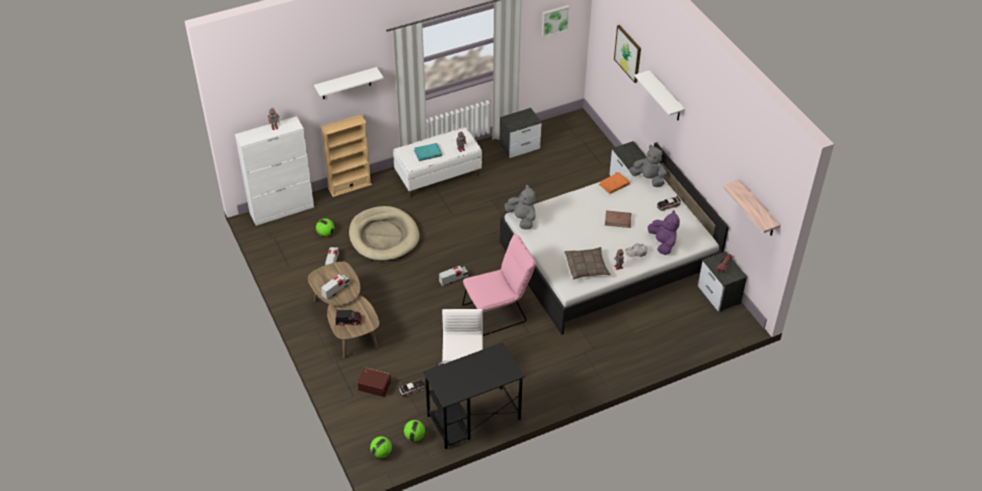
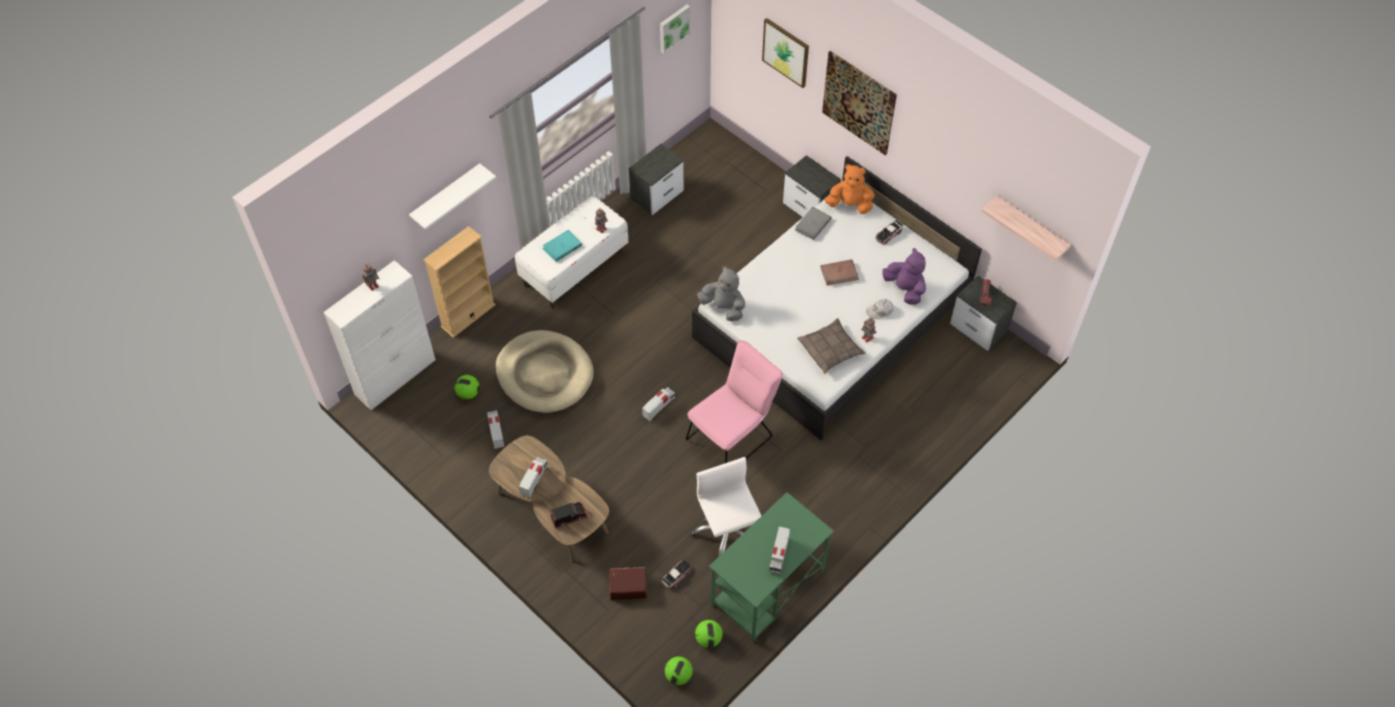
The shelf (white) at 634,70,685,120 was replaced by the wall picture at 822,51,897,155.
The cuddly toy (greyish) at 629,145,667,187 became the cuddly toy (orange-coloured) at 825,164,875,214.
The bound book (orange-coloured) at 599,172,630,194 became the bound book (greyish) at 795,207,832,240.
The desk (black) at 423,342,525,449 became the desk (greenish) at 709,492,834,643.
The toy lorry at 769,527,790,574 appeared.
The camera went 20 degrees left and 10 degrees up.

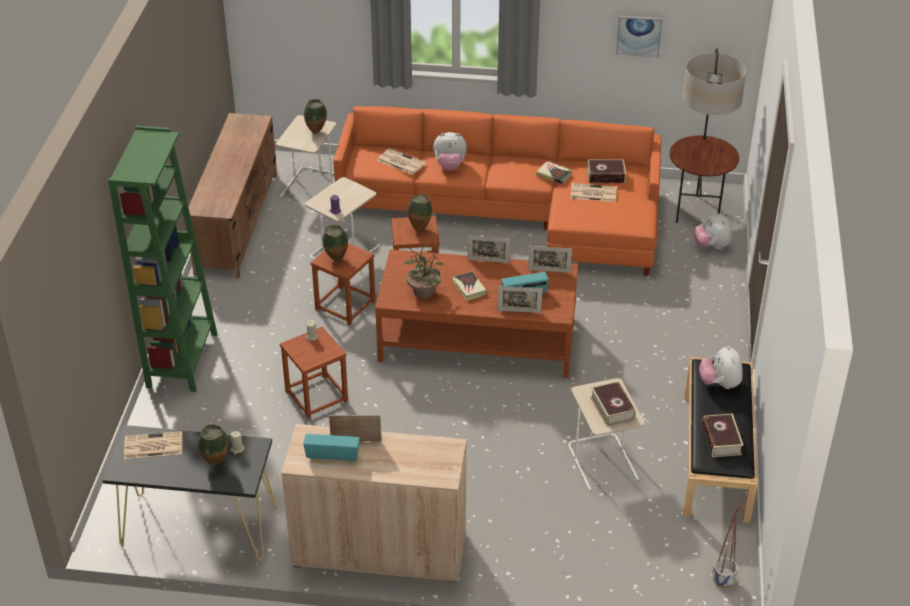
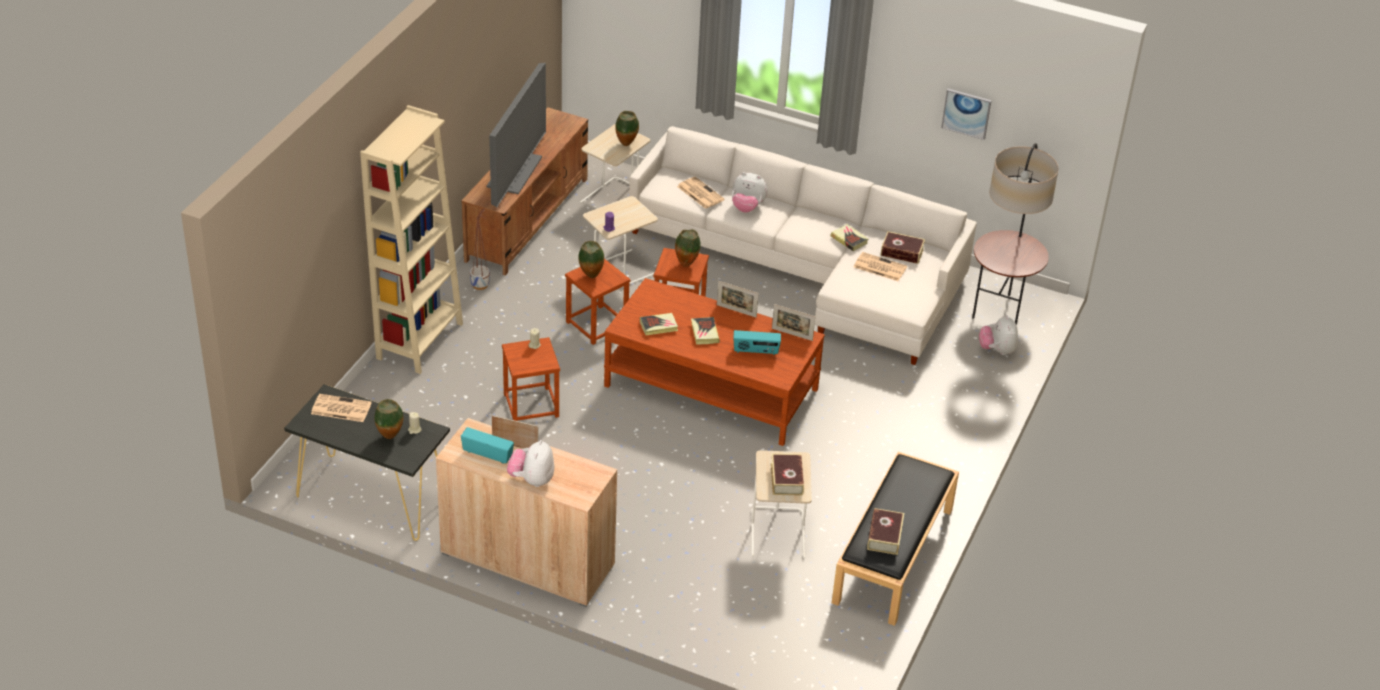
The couch (orange-coloured) at 333,106,661,276 became the couch (white) at 629,126,977,365.
The bookshelf (greenish) at 108,126,217,392 became the bookshelf (beige-coloured) at 360,105,463,374.
The houseplant at 403,242,443,299 was replaced by the bound book at 640,313,678,335.
The standing frame at 498,286,542,313 disappeared.
The cuddly toy moved from 699,346,742,389 to 507,440,554,487.
The planter moved from 712,500,747,588 to 470,208,490,290.
The TV set at 486,63,546,207 appeared.
The camera went 15 degrees right and 0 degrees up.

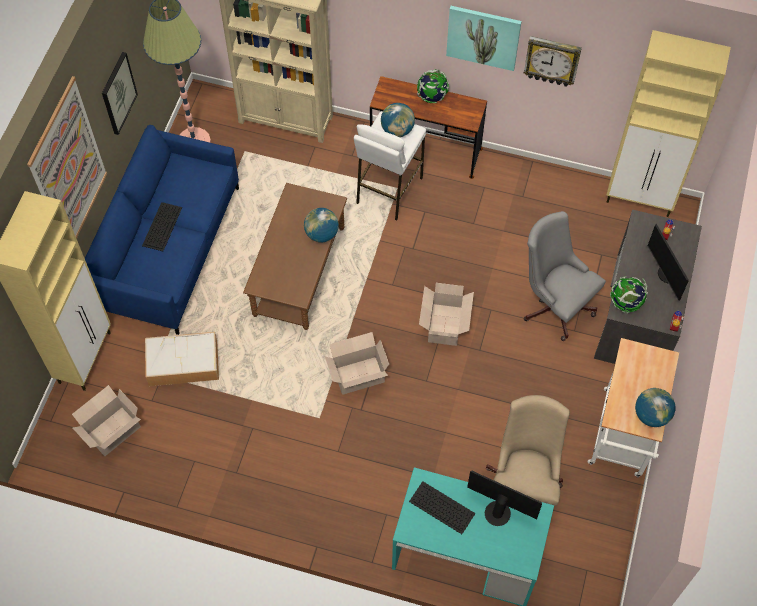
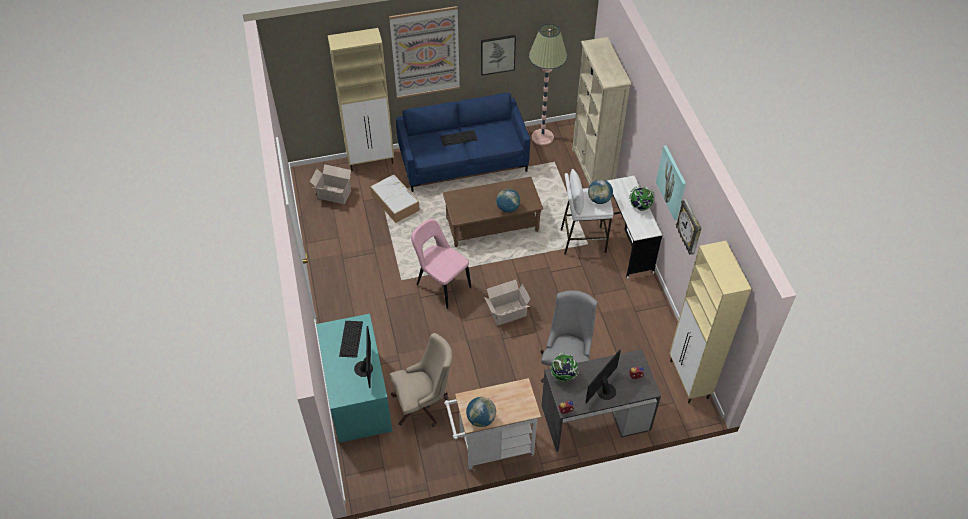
The desk (brownish) at 370,76,487,179 became the desk (white) at 607,176,662,279.
The carton at 325,332,389,395 was replaced by the chair (pinkish) at 411,219,471,309.
The camera went 60 degrees right and 10 degrees down.

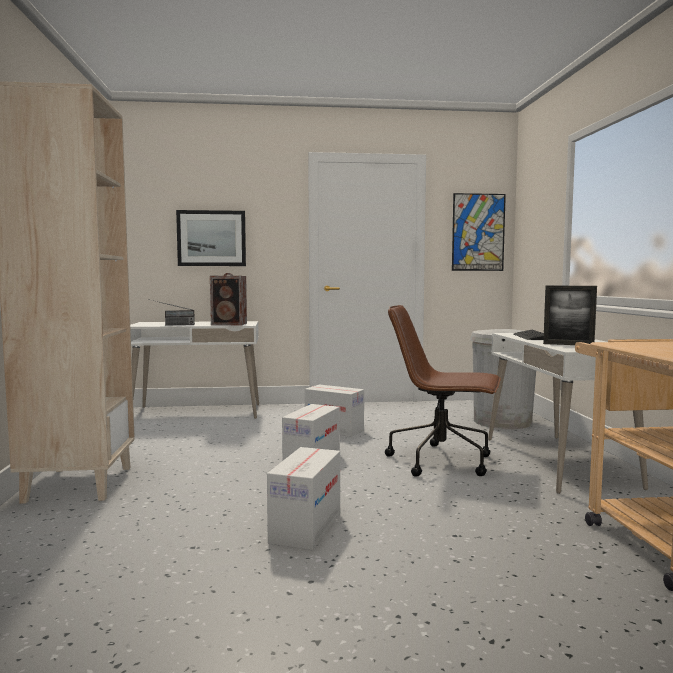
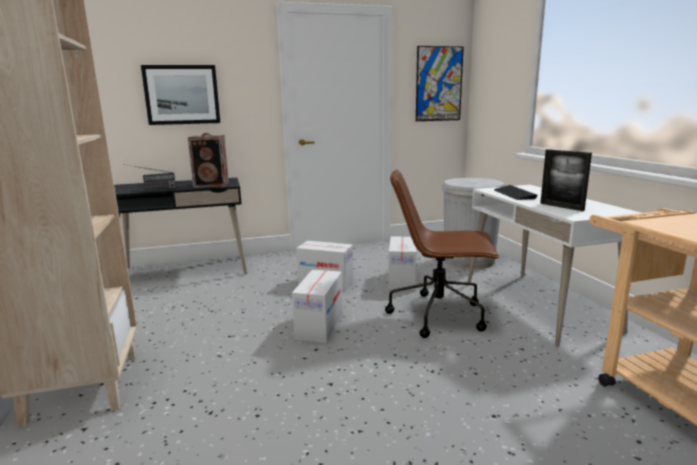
The standing frame at 543,286,597,345 turned 45 degrees clockwise.
The desk (white) at 130,321,259,419 became the desk (black) at 114,178,247,275.
The carton moved from 267,447,340,550 to 388,236,416,291.
The camera went 10 degrees left and 10 degrees up.

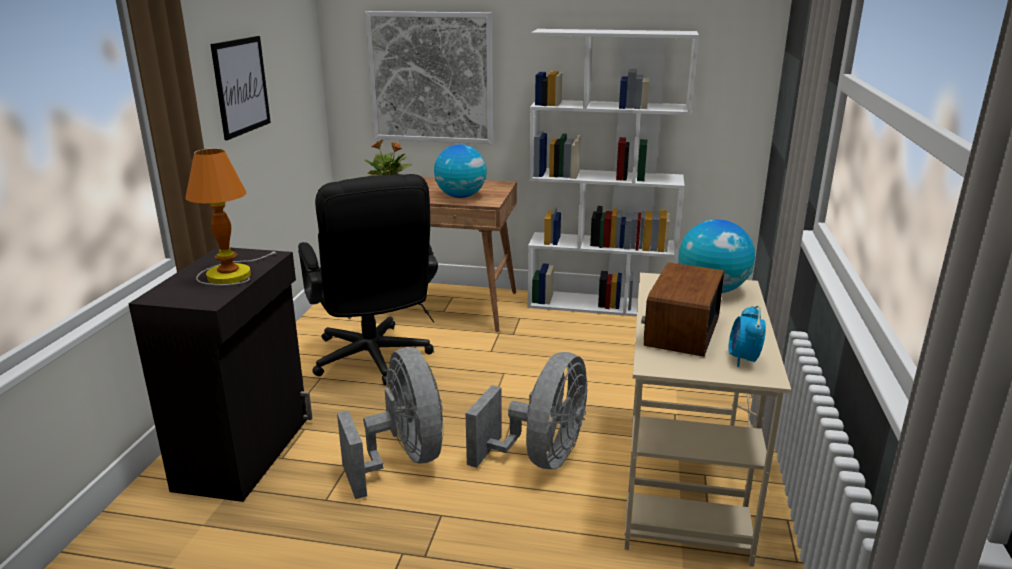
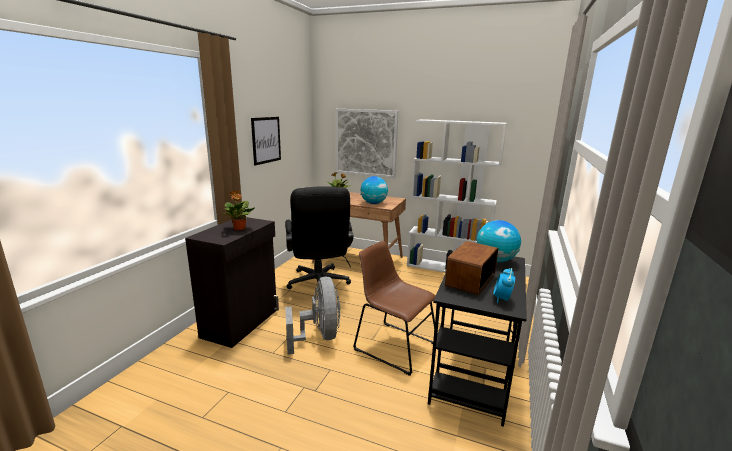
The table lamp at 186,148,277,286 was replaced by the houseplant at 222,191,255,230.
The desk (beige-coloured) at 625,273,791,567 became the desk (black) at 428,257,527,427.
The fan (greyish) at 466,352,587,469 was replaced by the chair (brownish) at 353,241,435,376.
The camera went 10 degrees right and 5 degrees down.

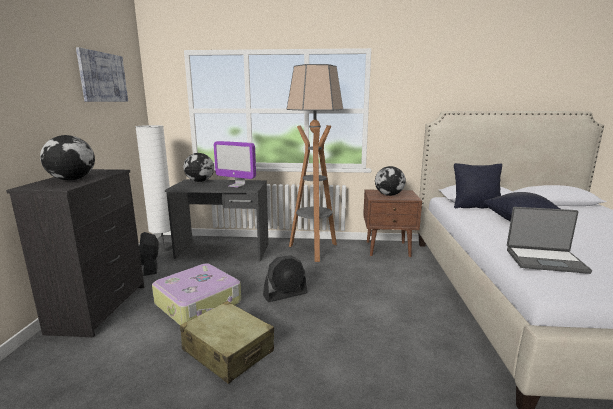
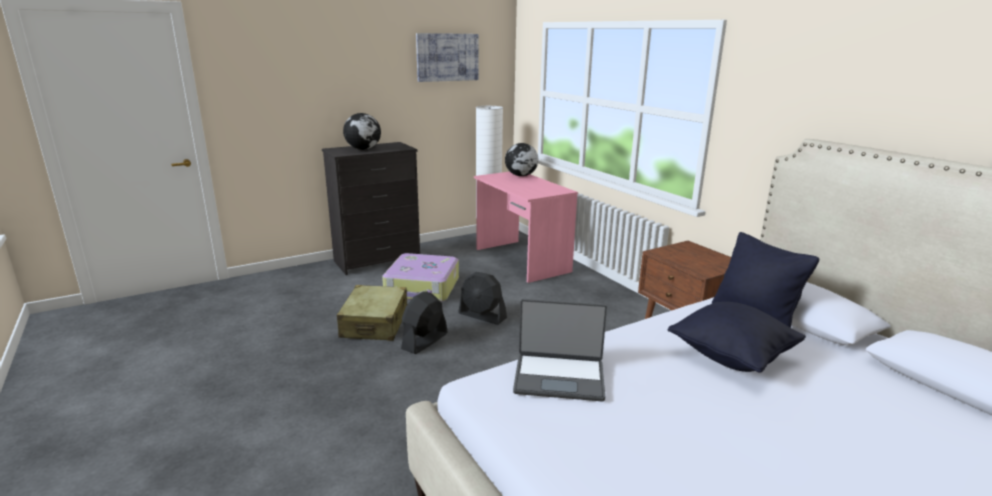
The standard lamp at 286,64,343,262 disappeared.
The monitor at 214,141,256,188 disappeared.
The globe at 375,166,406,196 disappeared.
The desk (greyish) at 165,179,269,262 became the desk (pinkish) at 474,172,578,283.
The notebook computer at 507,207,592,274 turned 60 degrees counterclockwise.
The fan (black) moved from 139,232,159,276 to 401,291,448,354.
The camera went 55 degrees right and 5 degrees up.

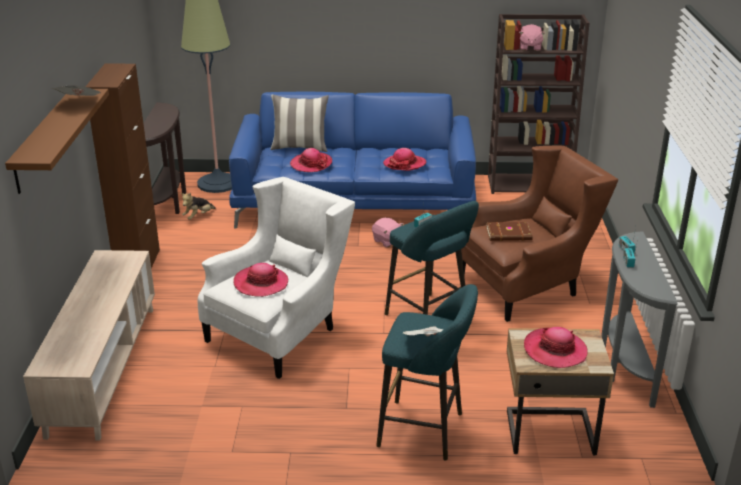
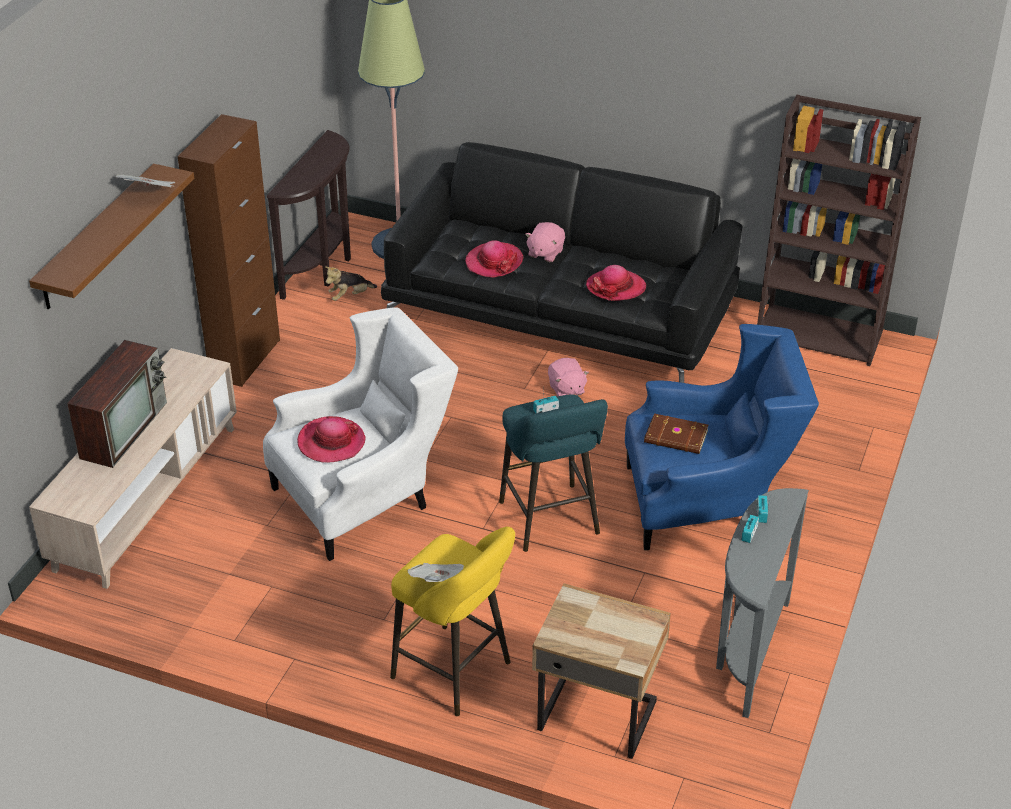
The cuddly toy (pinkish) moved from 519,24,545,51 to 525,222,565,262.
The couch (bluish) at 229,92,476,229 became the couch (black) at 381,142,743,383.
The pillow at 270,94,329,152 disappeared.
The armchair (brownish) at 461,146,618,322 became the armchair (bluish) at 625,324,819,550.
The sitting stool (turquoise-coloured) at 376,284,478,461 became the sitting stool (yellow-coloured) at 390,527,515,716.
The clothing hat at 524,327,588,368 disappeared.
The TV set at 67,340,167,468 appeared.
The camera went 20 degrees right and 10 degrees up.

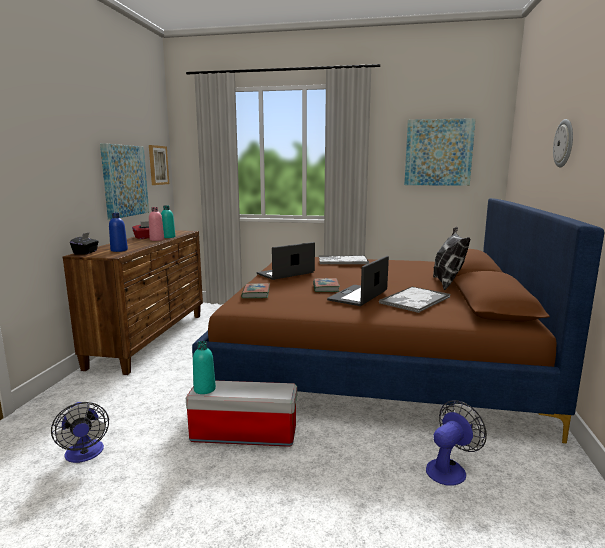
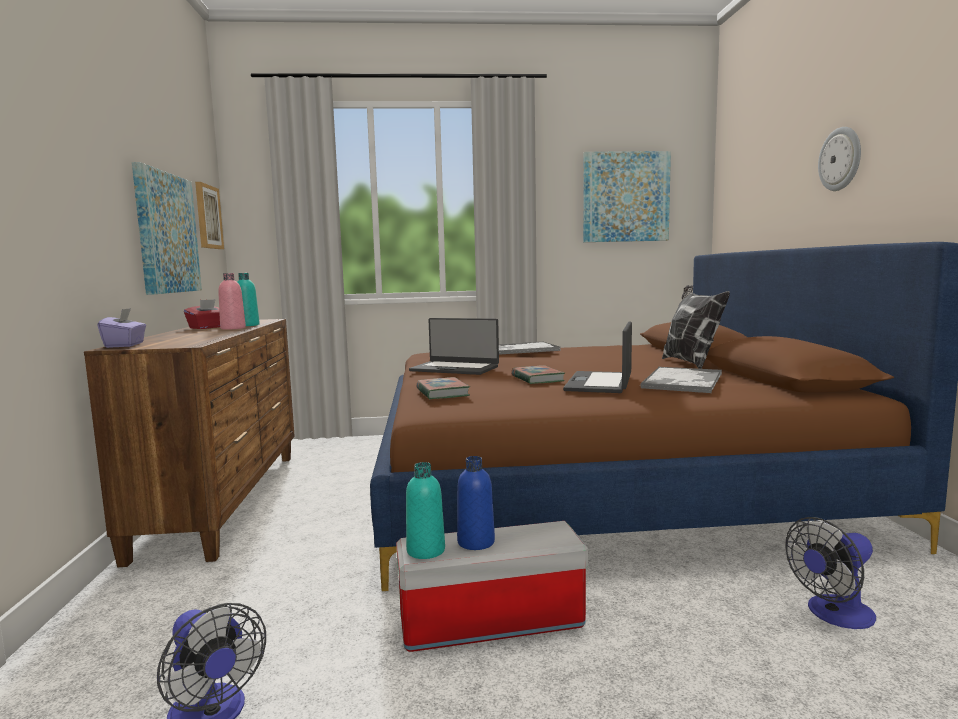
The bottle (bluish) moved from 109,213,128,252 to 457,456,495,550.
The box of tissues (black) at 70,232,99,255 became the box of tissues (purple) at 97,308,146,348.
The notebook computer at 257,242,315,280 turned 105 degrees counterclockwise.
The fan at 426,400,487,486 turned 150 degrees counterclockwise.
The camera went 15 degrees left and 5 degrees down.

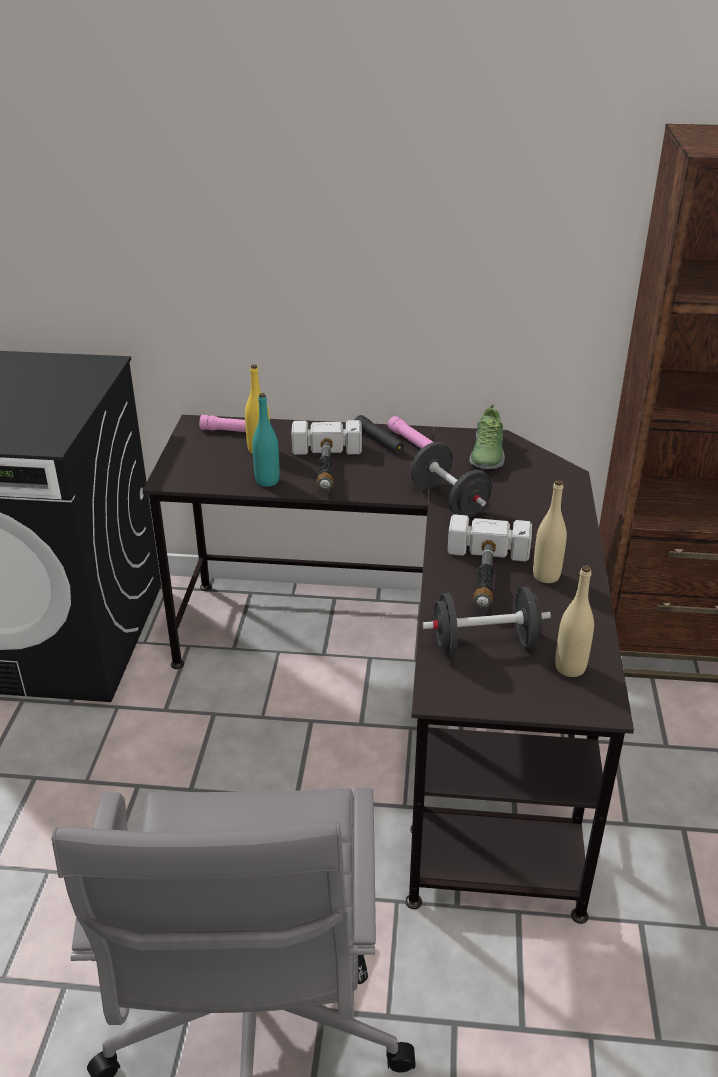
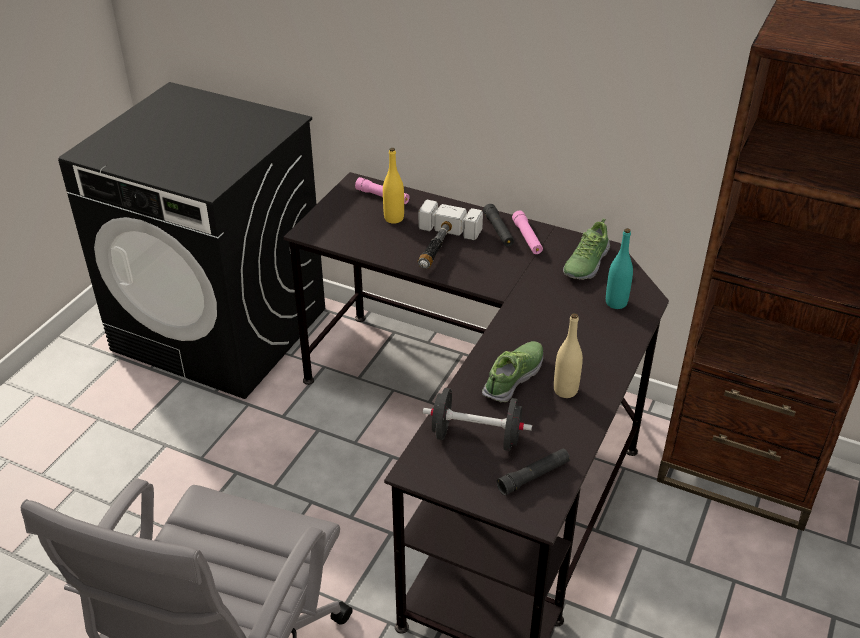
The bottle (turquoise-coloured) moved from 252,393,280,487 to 606,228,633,309.
The hand weight (black) at 410,442,493,517 disappeared.
The hammer at 447,514,532,608 was replaced by the low shoe at 482,341,543,402.
The bottle (beige-coloured) at 555,565,594,677 was replaced by the flashlight (black) at 496,449,570,495.
The camera went 20 degrees right and 5 degrees up.

